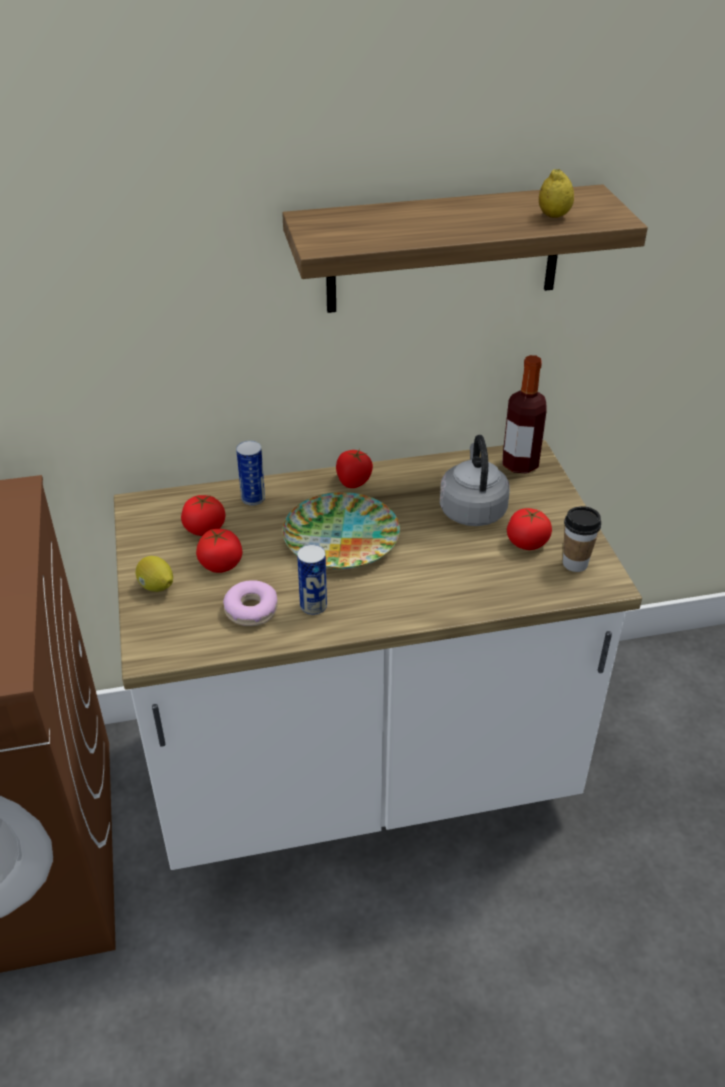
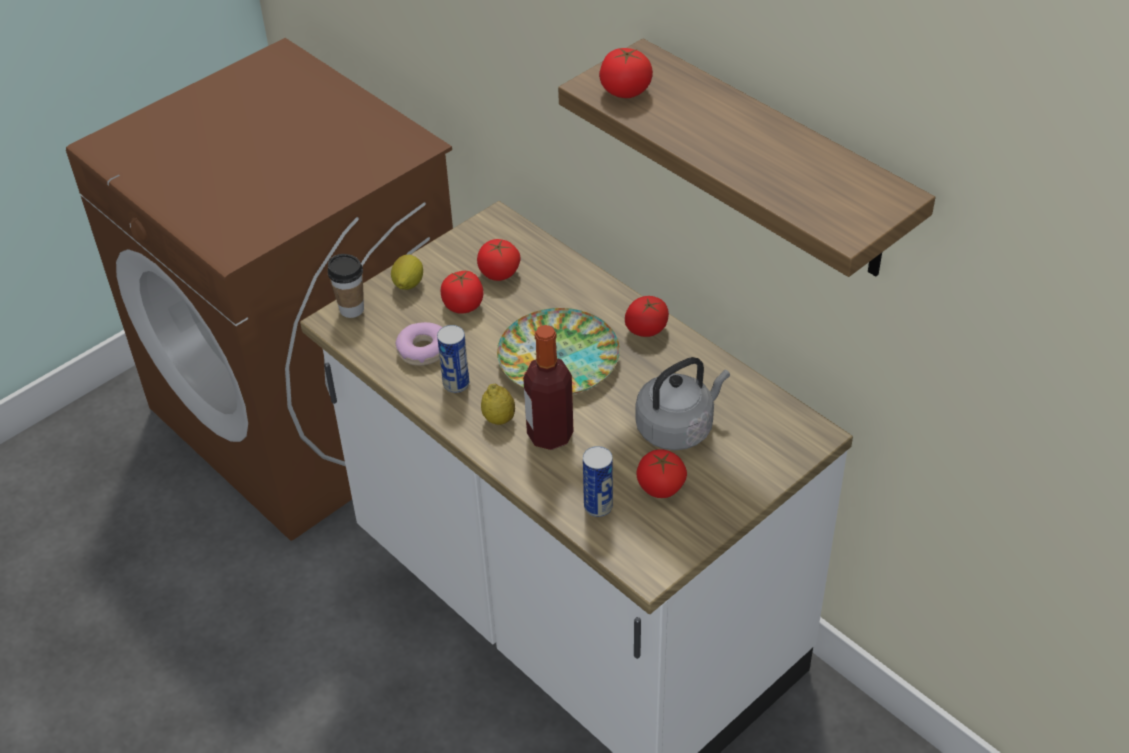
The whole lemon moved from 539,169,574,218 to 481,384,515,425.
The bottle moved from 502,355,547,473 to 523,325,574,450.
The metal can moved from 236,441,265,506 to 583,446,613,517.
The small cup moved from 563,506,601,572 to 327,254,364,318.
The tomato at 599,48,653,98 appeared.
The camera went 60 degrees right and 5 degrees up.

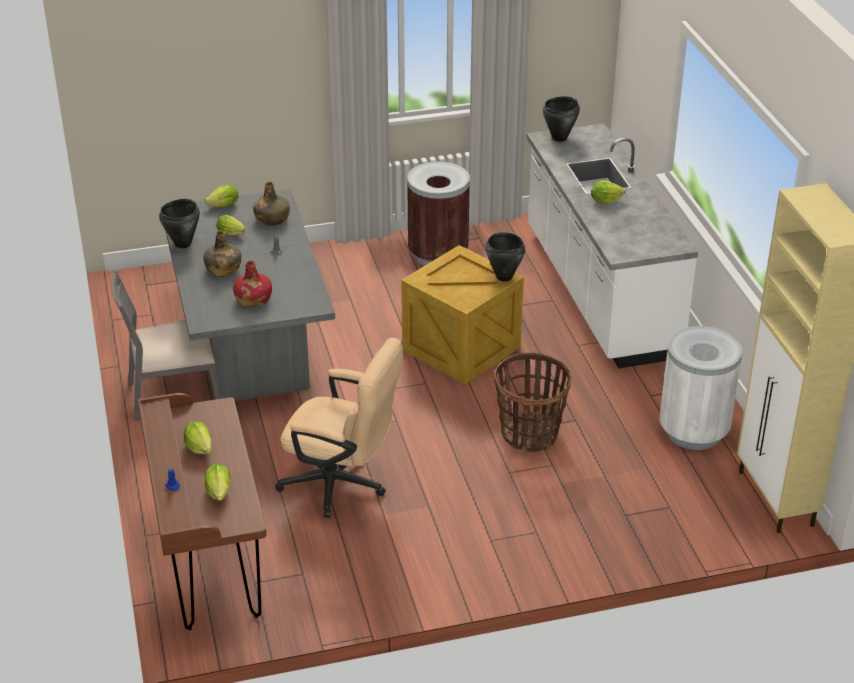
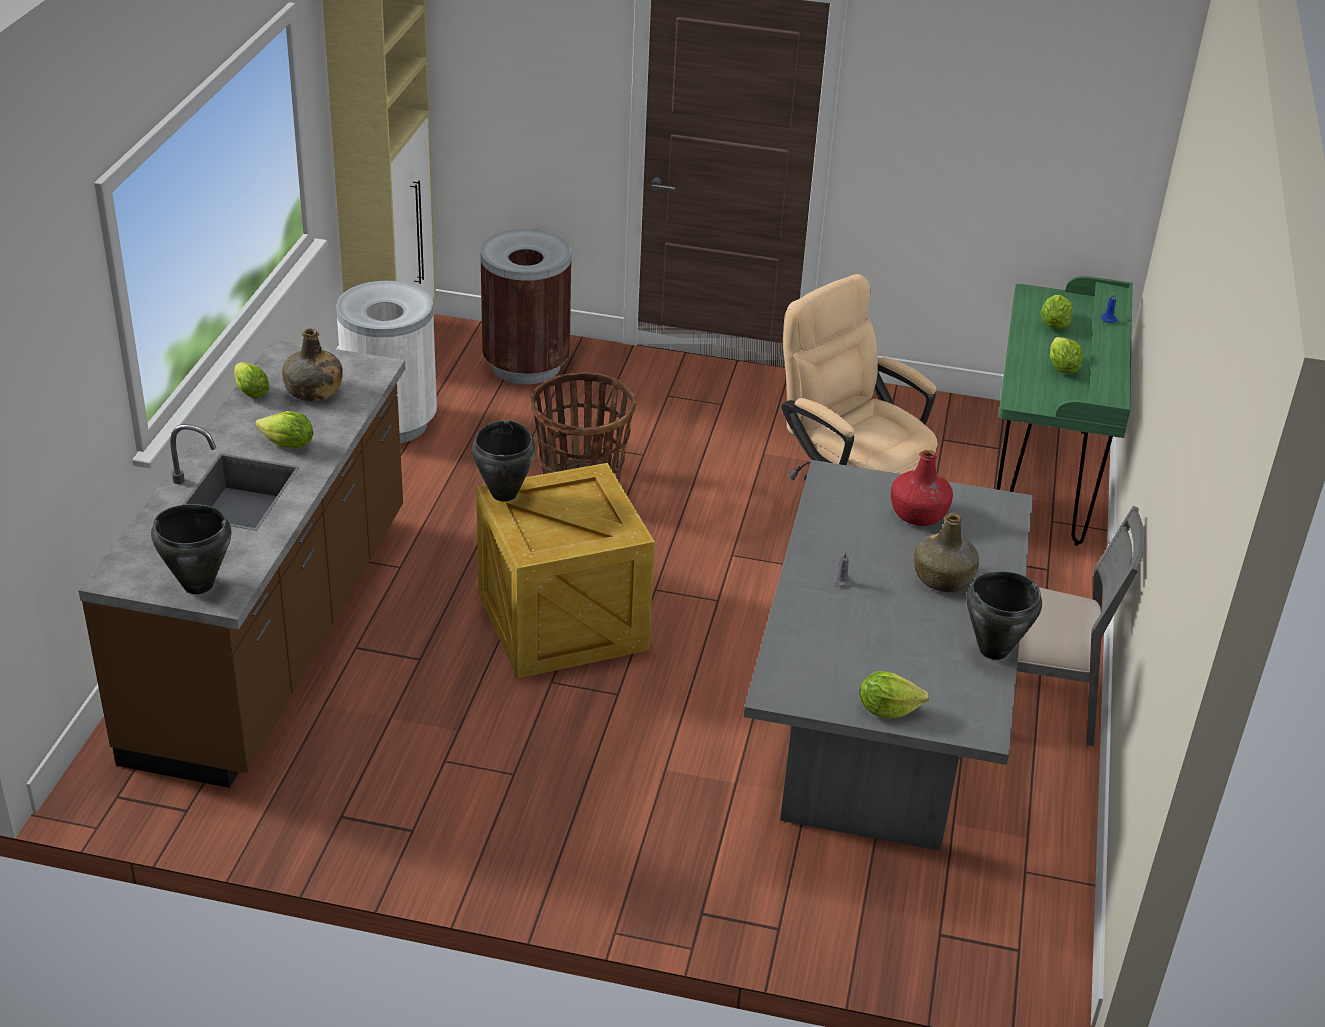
The kitchen counter (white) at 527,123,698,369 became the kitchen counter (brownish) at 78,339,405,788.
The rubbish bin (brownish) moved from 407,162,470,266 to 480,229,572,384.
The bottle (greenish) moved from 253,182,290,226 to 282,329,343,402.
The head of lettuce moved from 217,215,246,235 to 234,362,269,398.
The desk (brownish) at 138,393,267,630 became the desk (greenish) at 997,276,1133,546.
The camera went 155 degrees left and 0 degrees up.

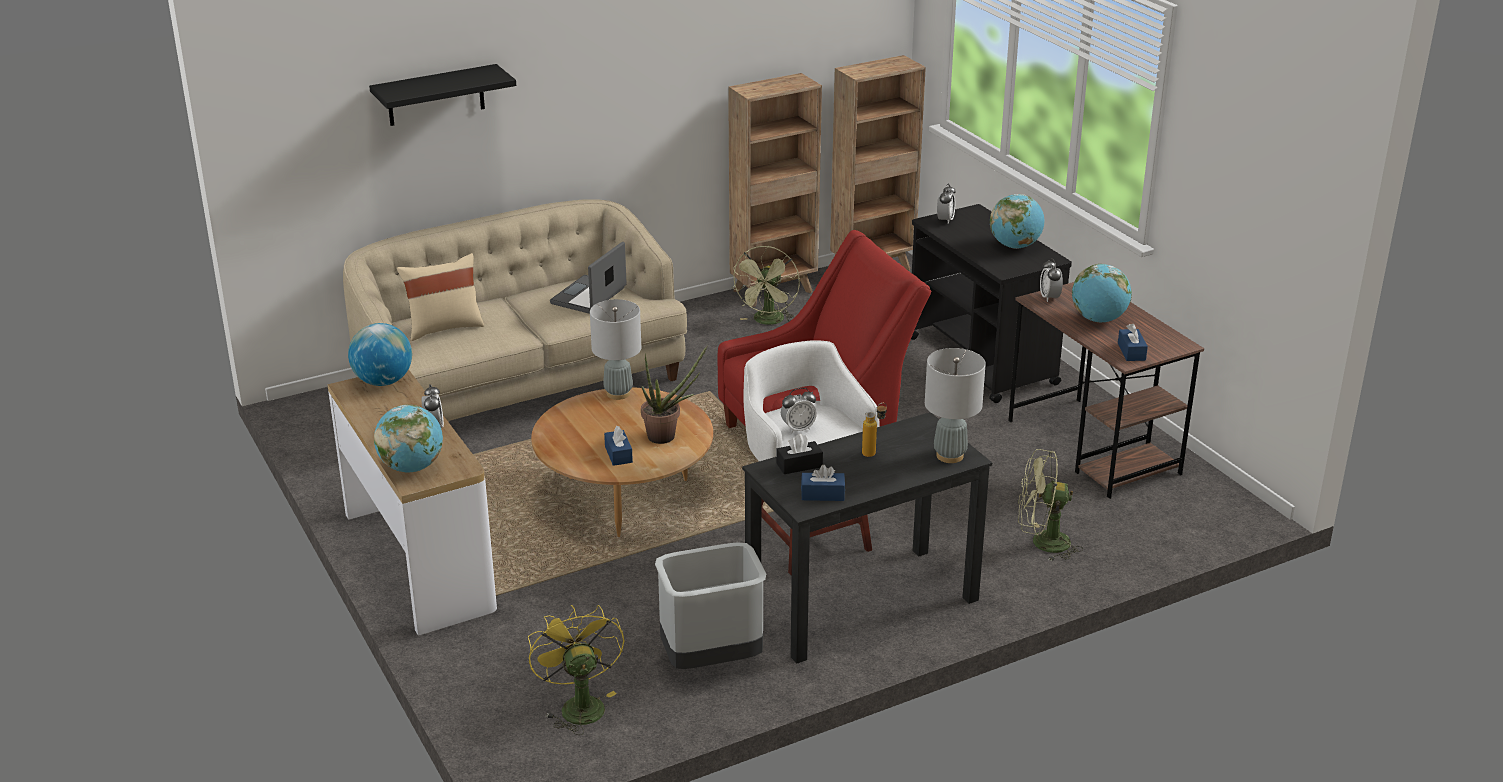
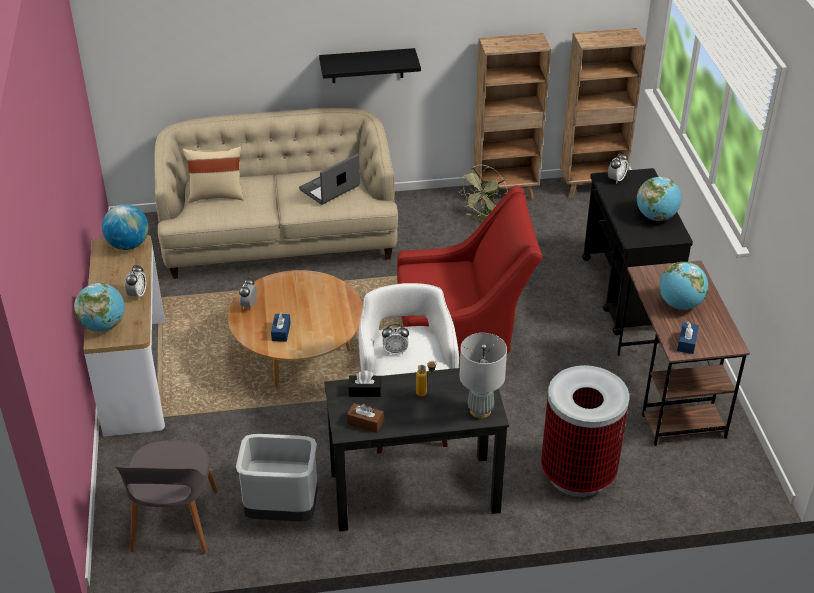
The shelf (black) moved from 369,64,516,126 to 319,48,421,83.
The bedside clock moved from 1040,258,1063,302 to 239,278,257,309.
The table lamp (greyish) at 590,299,641,400 disappeared.
The houseplant at 641,345,708,444 disappeared.
The fan (greenish) at 1018,449,1083,562 was replaced by the rubbish bin at 541,365,629,497.
The box of tissues (bluish) at 801,465,845,501 became the box of tissues (brownish) at 347,403,384,433.
The fan (yellow-coloured) at 528,605,625,735 was replaced by the chair (greyish) at 115,440,218,554.
The camera went 20 degrees right and 10 degrees up.

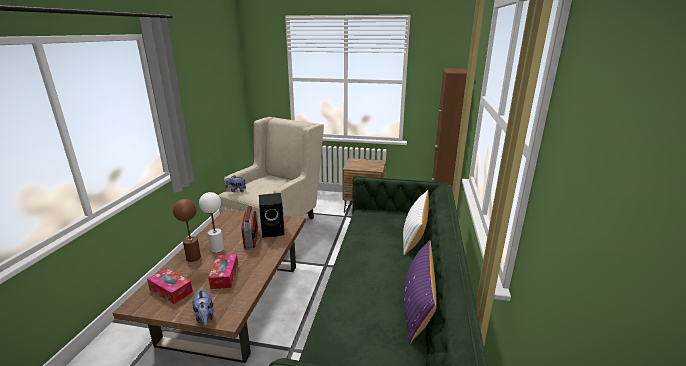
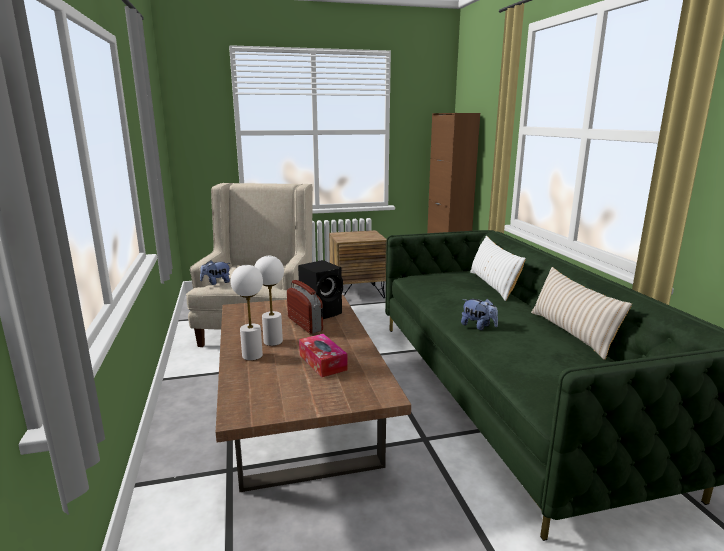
The table lamp (brownish) at 173,199,201,262 became the table lamp (white) at 231,265,263,360.
The pillow (purple) at 404,240,437,344 became the pillow (beige-coloured) at 531,267,632,360.
The box of tissues at 147,268,193,304 disappeared.
The cuddly toy moved from 192,288,213,326 to 461,298,498,330.
The camera went 25 degrees left and 5 degrees down.

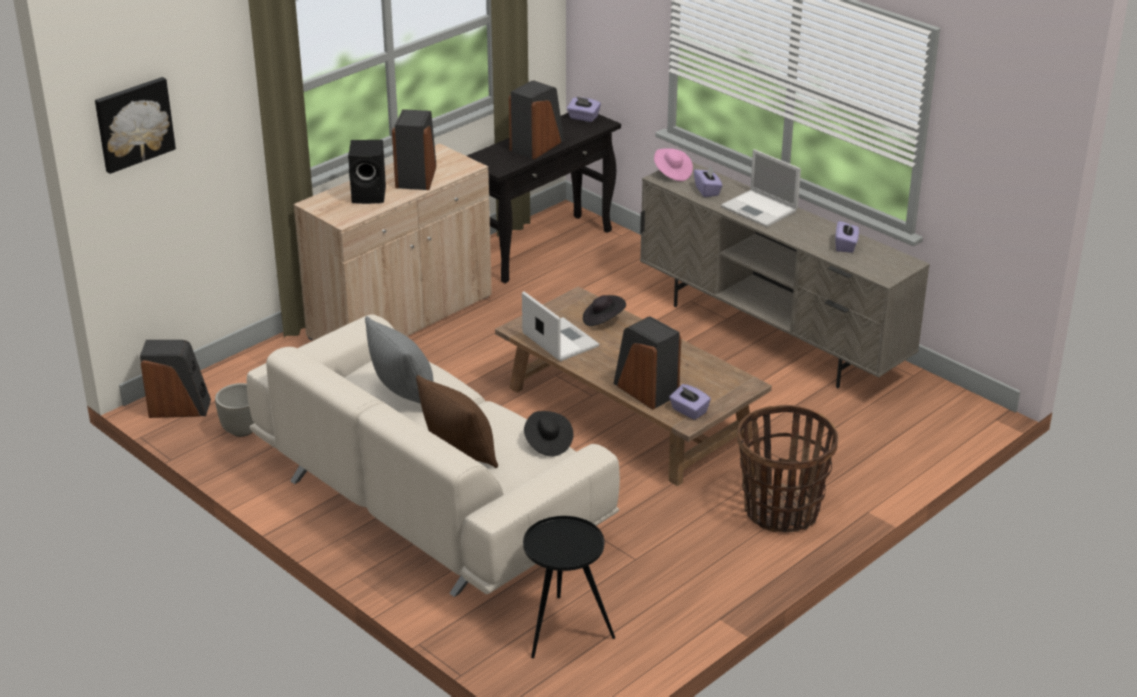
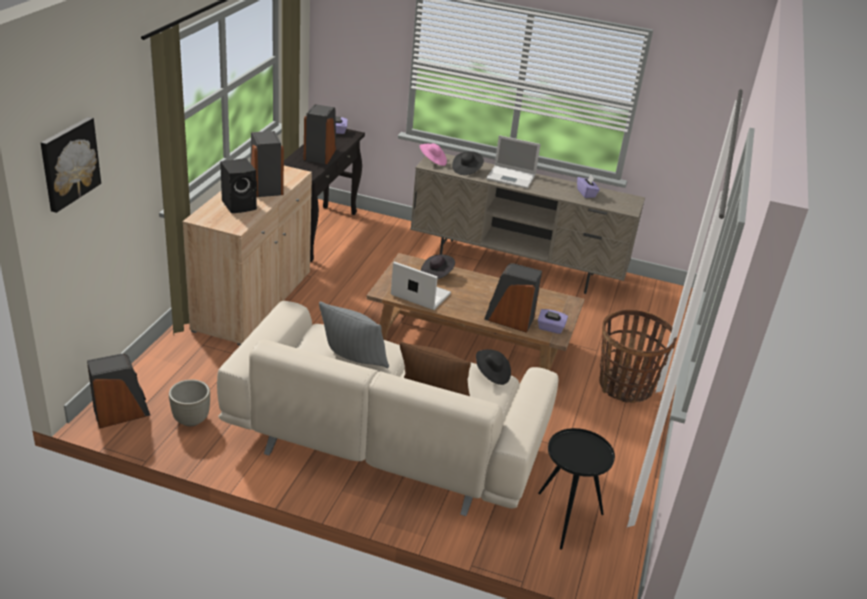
The box of tissues (purple) at 694,165,723,197 was replaced by the clothing hat (black) at 452,151,484,175.
The camera went 30 degrees left and 0 degrees up.

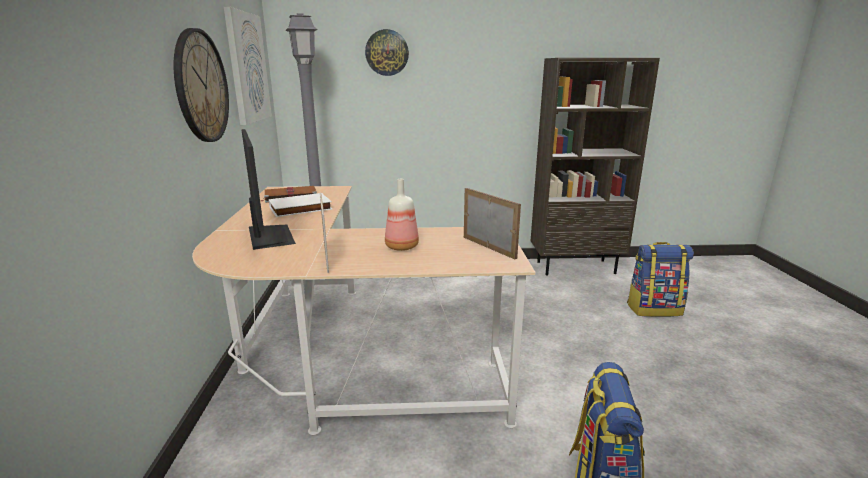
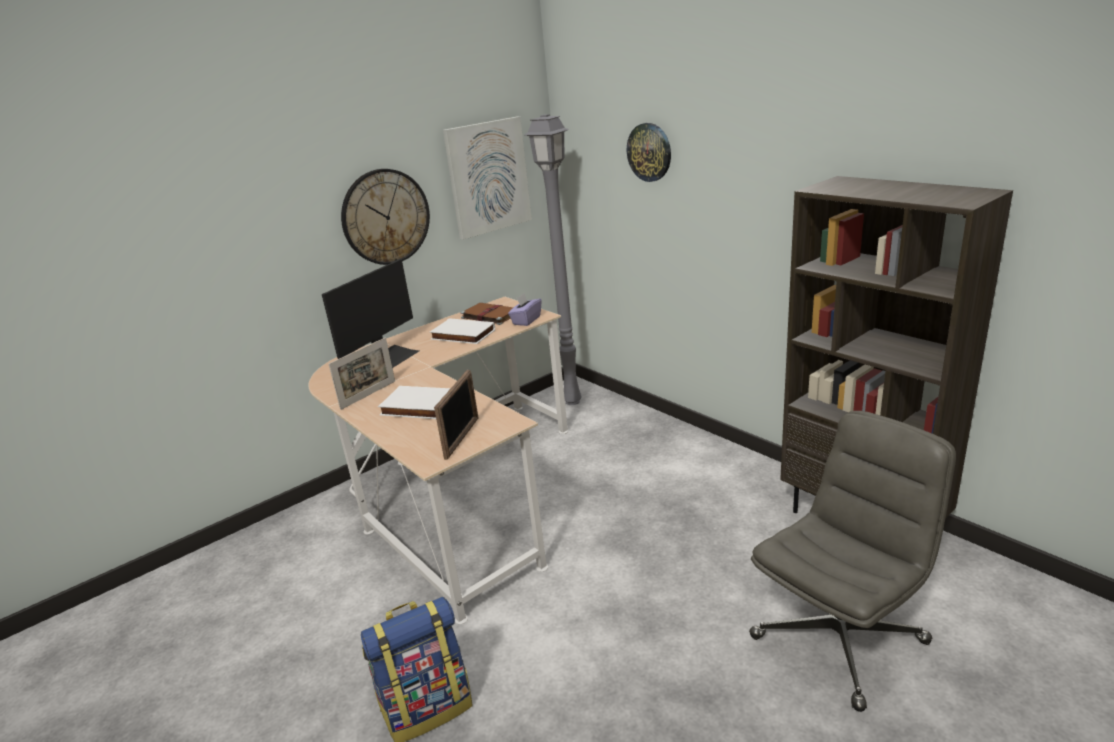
The bottle at 385,179,419,251 was replaced by the bound book (white) at 378,386,451,419.
The rucksack at 627,242,694,317 was replaced by the desk chair (greyish) at 749,411,956,712.
The box of tissues (purple) at 508,293,542,326 appeared.
The camera went 55 degrees right and 5 degrees up.

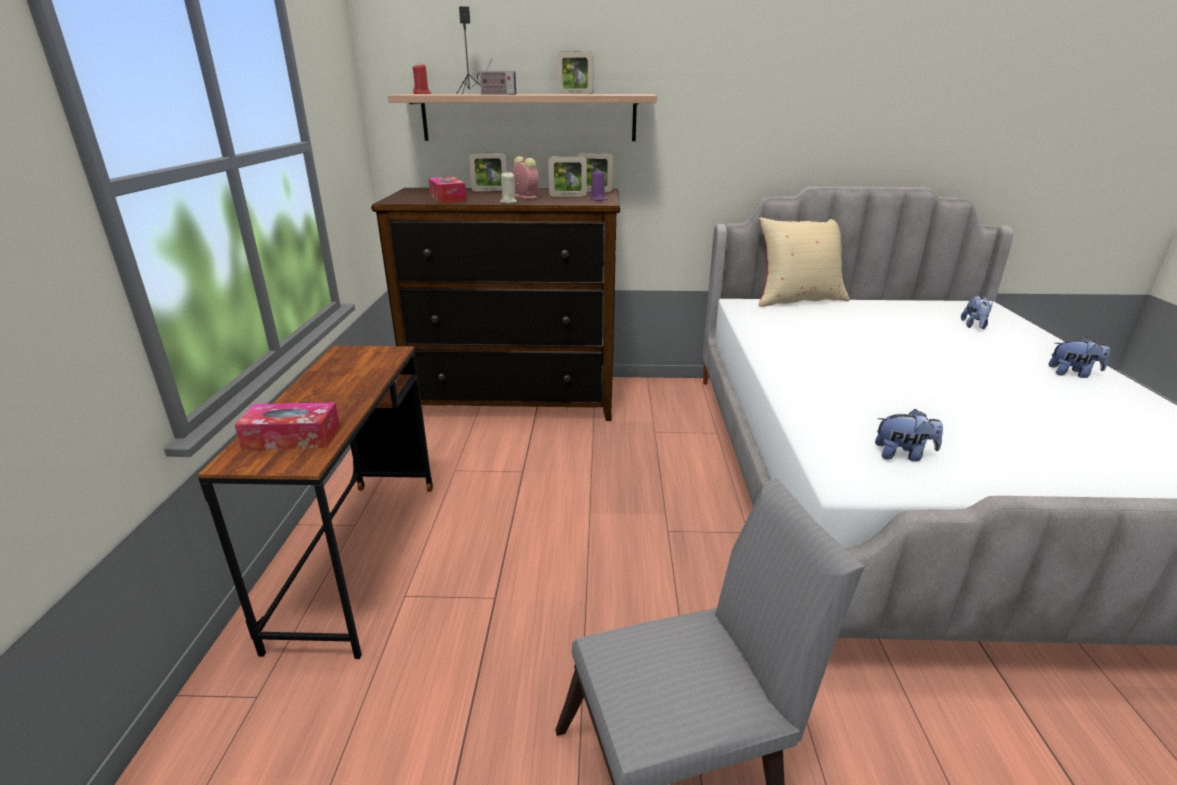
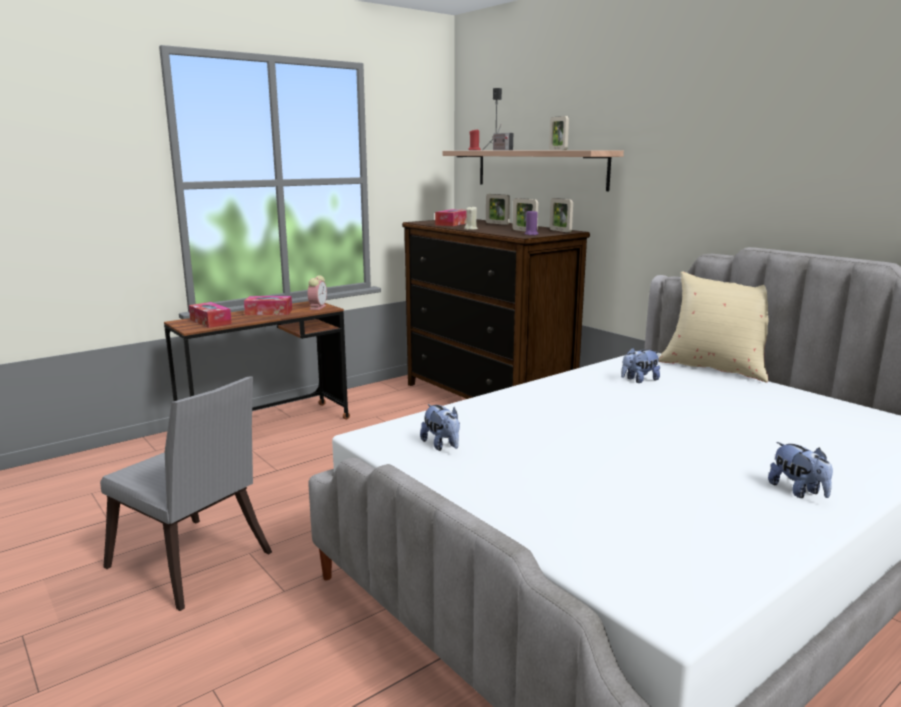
The bedside clock moved from 512,156,539,199 to 308,275,327,310.
The cuddly toy moved from 961,295,993,329 to 621,348,660,383.
The box of tissues at 244,296,292,315 appeared.
The camera went 50 degrees right and 10 degrees down.

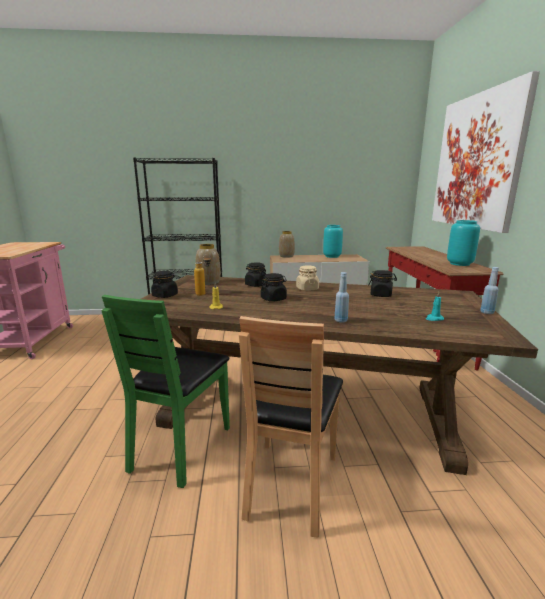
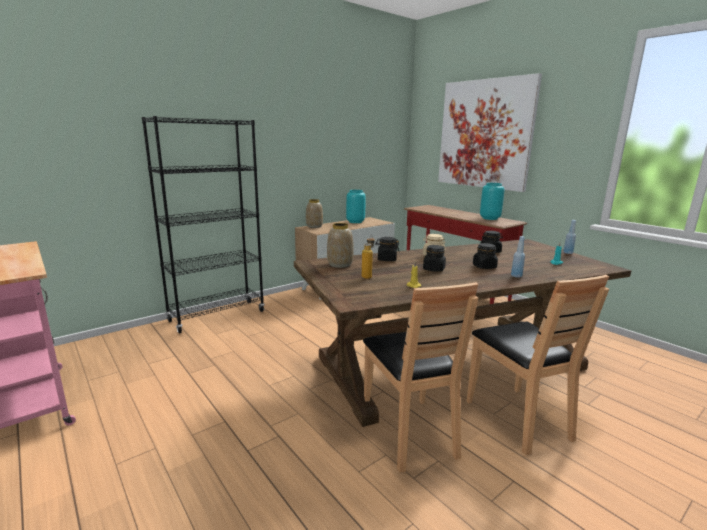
The jar (black) moved from 151,271,178,298 to 473,243,498,269.
The chair (greenish) at 101,295,230,488 became the chair (brownish) at 363,283,478,472.
The camera went 35 degrees left and 0 degrees up.

